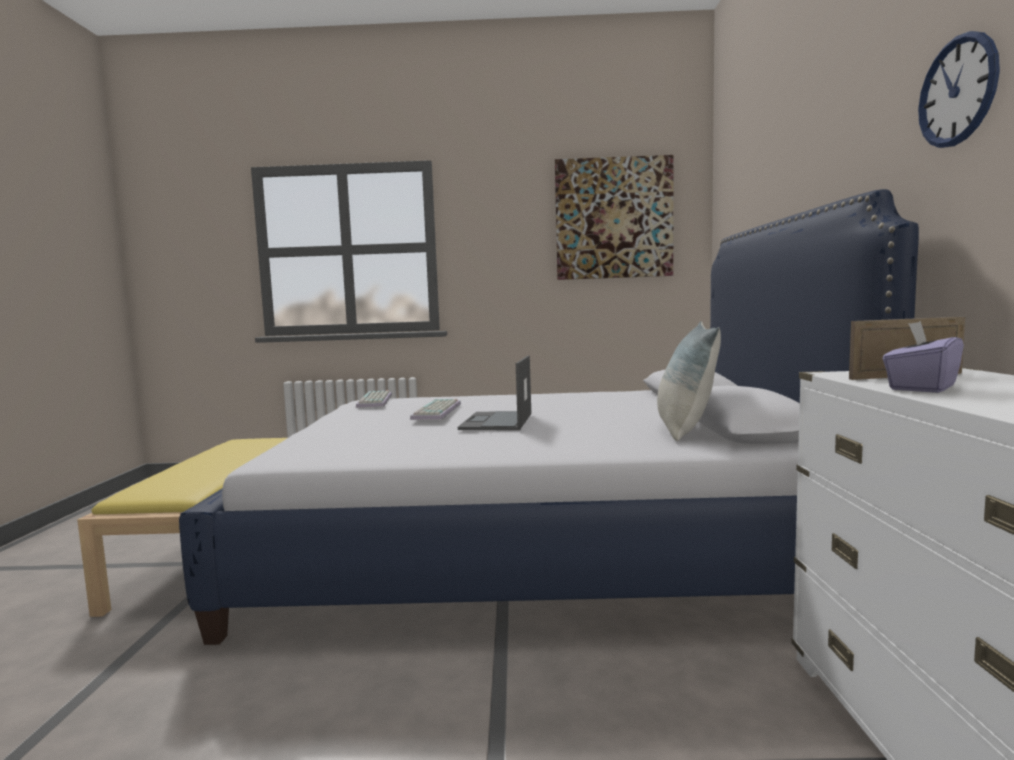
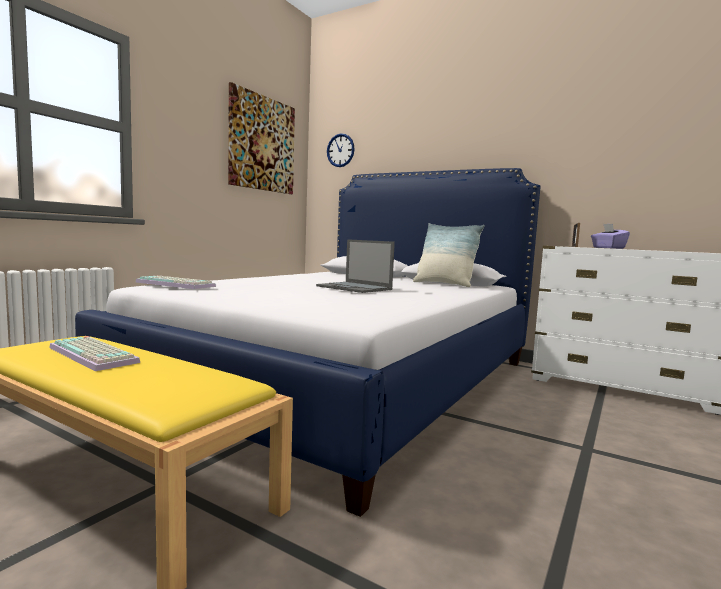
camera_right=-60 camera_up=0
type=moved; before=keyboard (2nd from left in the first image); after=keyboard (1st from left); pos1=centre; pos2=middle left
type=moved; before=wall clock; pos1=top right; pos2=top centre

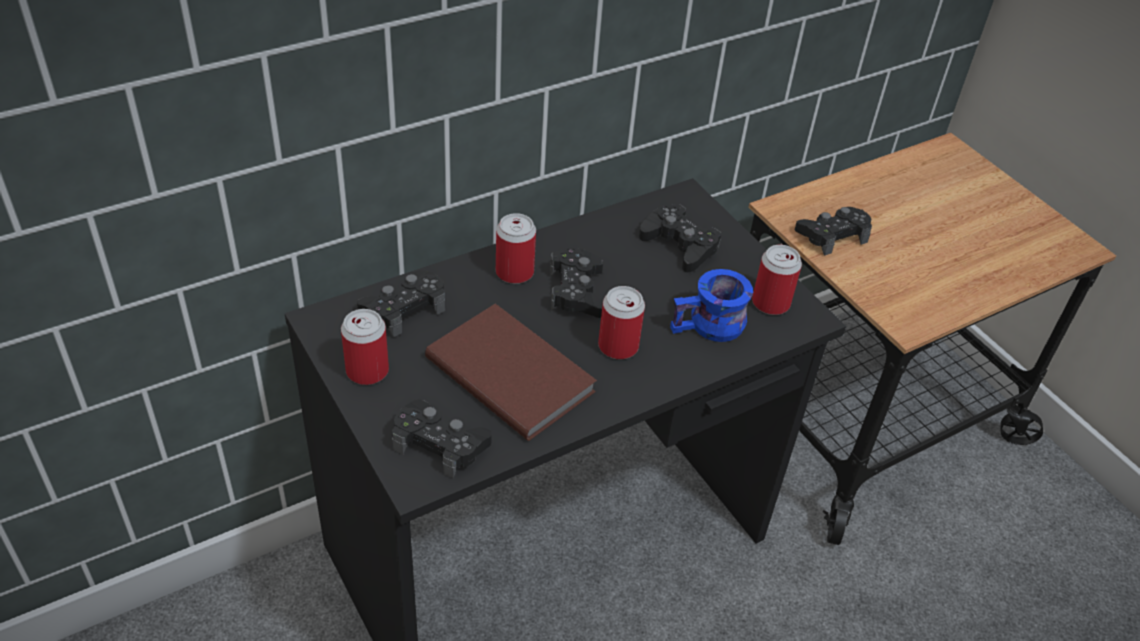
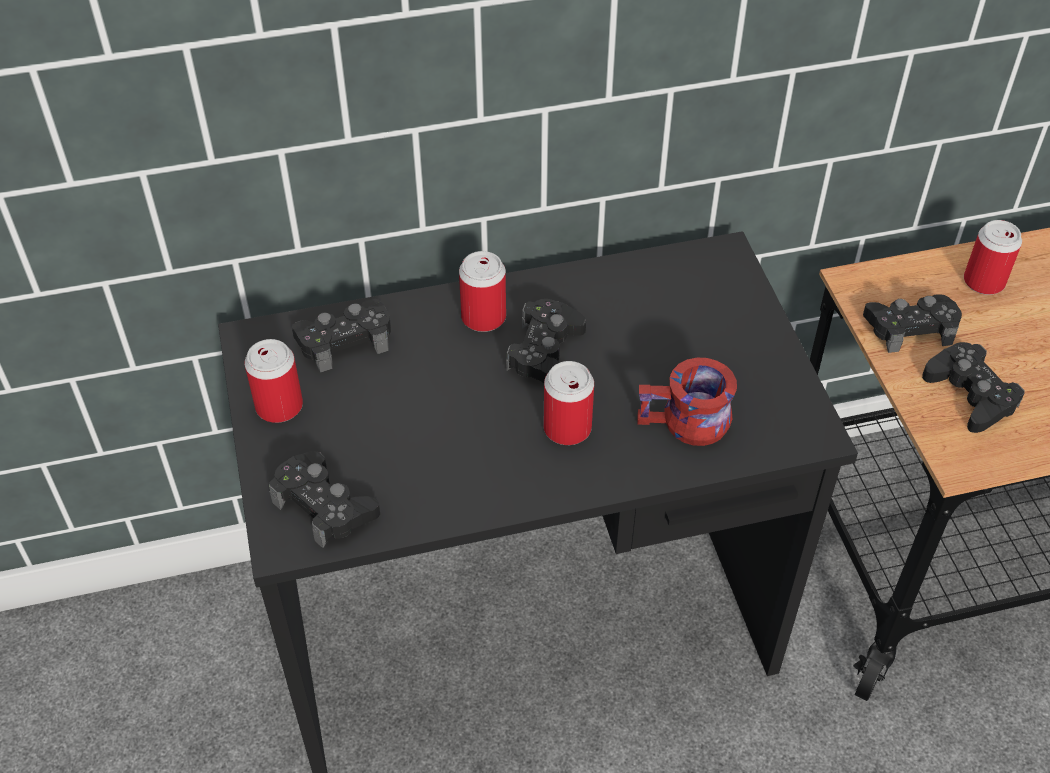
camera_right=20 camera_up=5
type=removed; before=book/brown; pos1=centre
type=moved; before=game controller/black (4th from left in the first image); after=game controller/black (5th from left); pos1=centre; pos2=middle right
type=moved; before=can (4th from left); pos1=middle right; pos2=top right
type=recoloured; before=mug/blue; after=mug/red; pos1=centre; pos2=centre

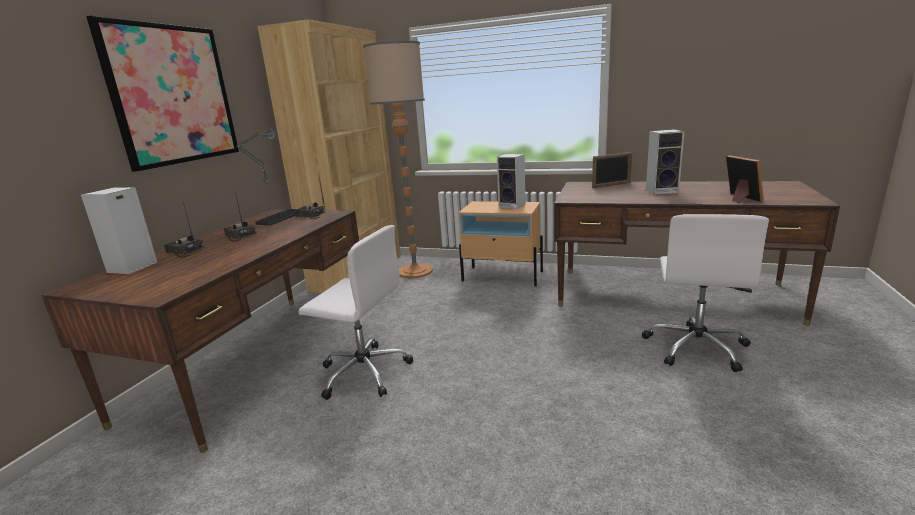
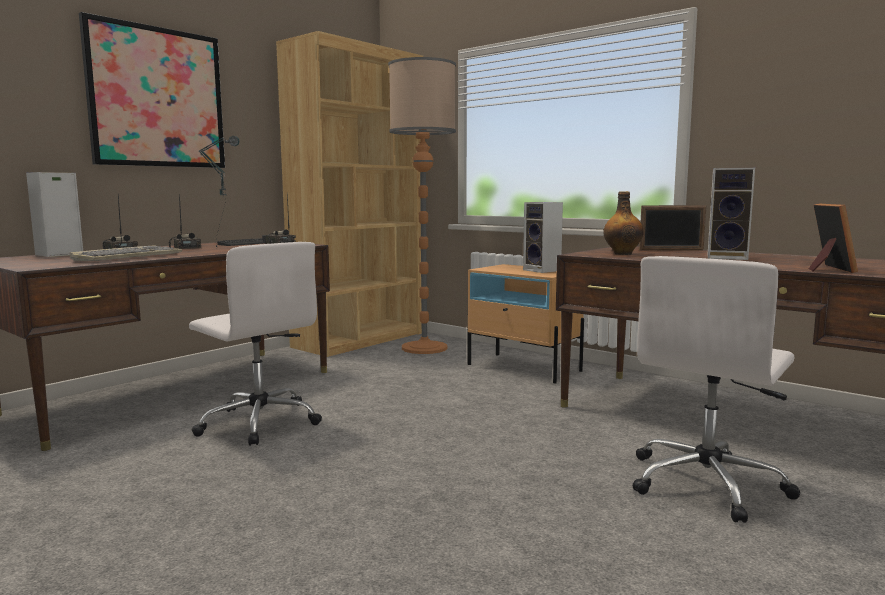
camera_right=20 camera_up=-10
type=added; after=keyboard (1st from left); pos2=middle left
type=added; after=bottle; pos2=middle right

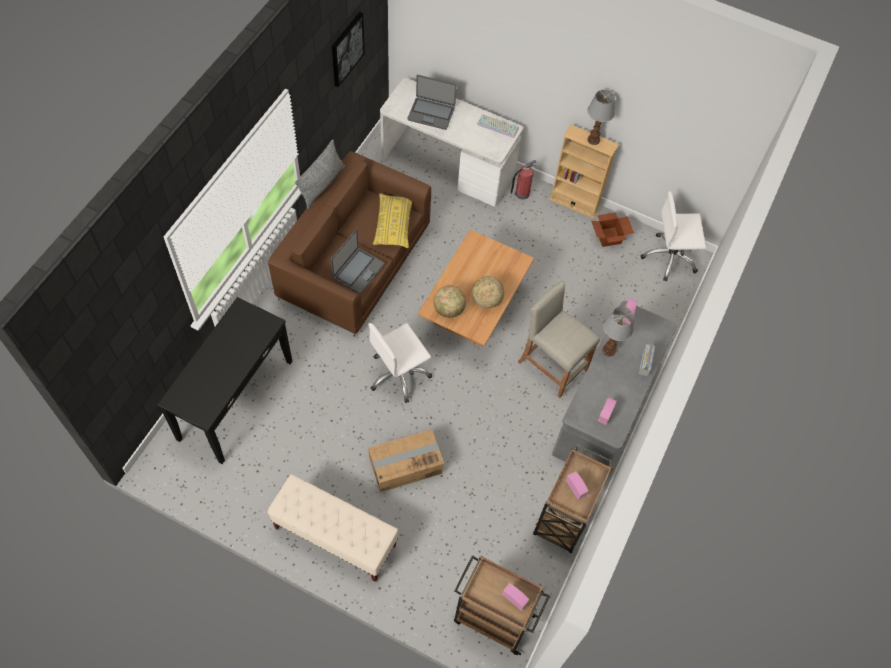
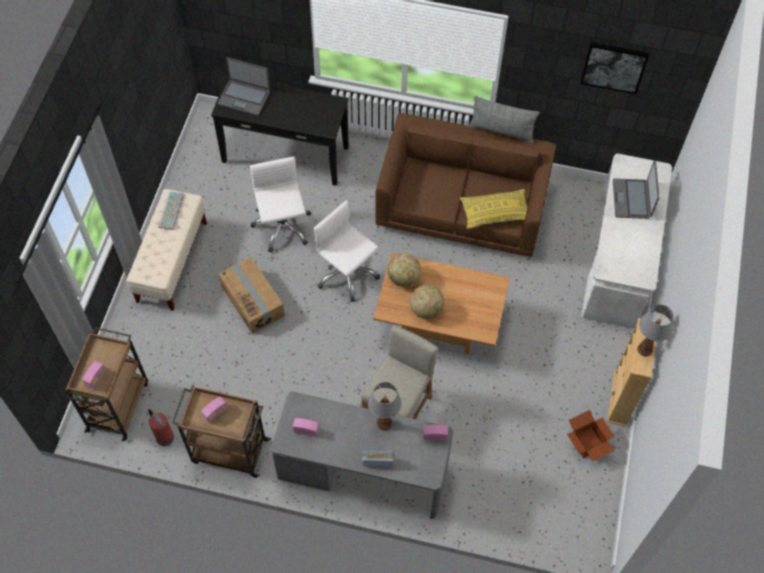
camera_right=80 camera_up=0
type=moved; before=laptop (1st from left); pos1=centre; pos2=top left
type=moved; before=keyboard; pos1=top centre; pos2=middle left
type=moved; before=fire extinguisher; pos1=top centre; pos2=bottom left
type=moved; before=office chair/white (2nd from left in the first image); after=office chair/white (1st from left); pos1=middle right; pos2=centre

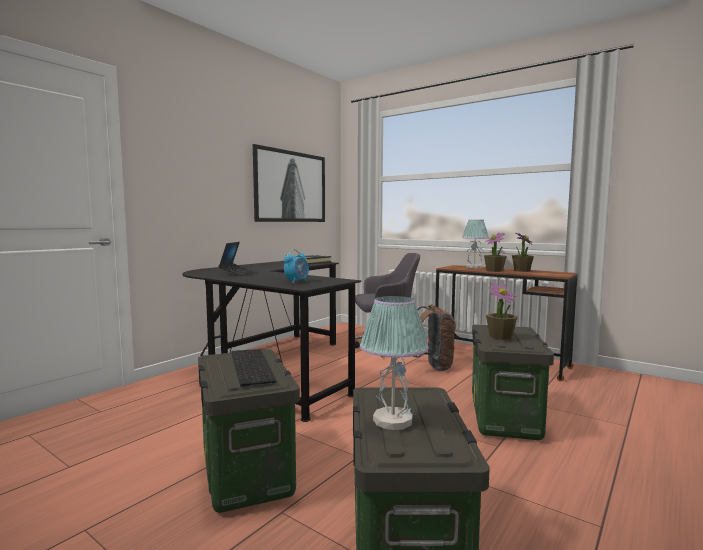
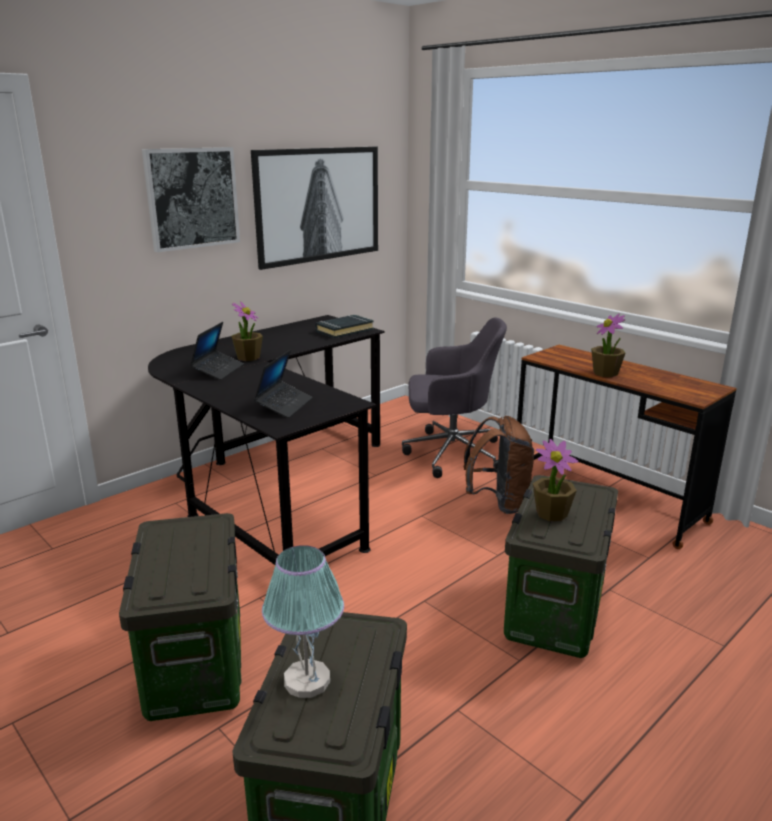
camera_right=10 camera_up=15
type=removed; before=keyboard; pos1=bottom centre
type=removed; before=table lamp (2nd from left); pos1=middle right
type=added; after=picture (1st from left); pos2=top left
type=moved; before=potted plant (3rd from left in the first image); after=potted plant (1st from left); pos1=middle right; pos2=middle left
type=replaced; before=alarm clock; after=laptop (2nd from left); pos1=centre; pos2=centre

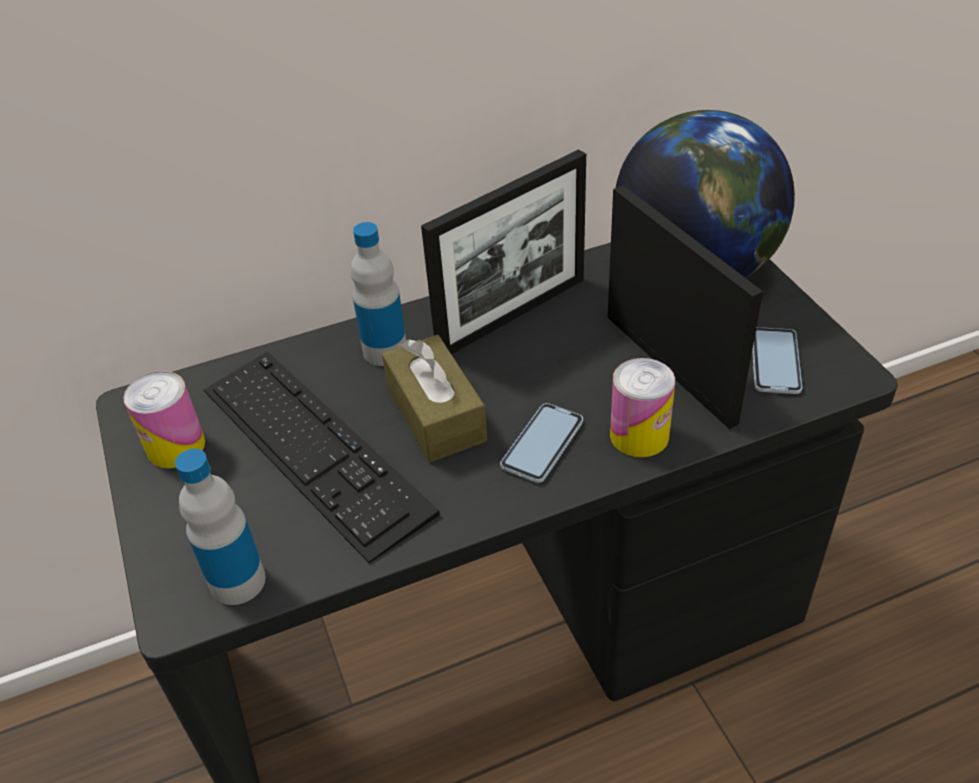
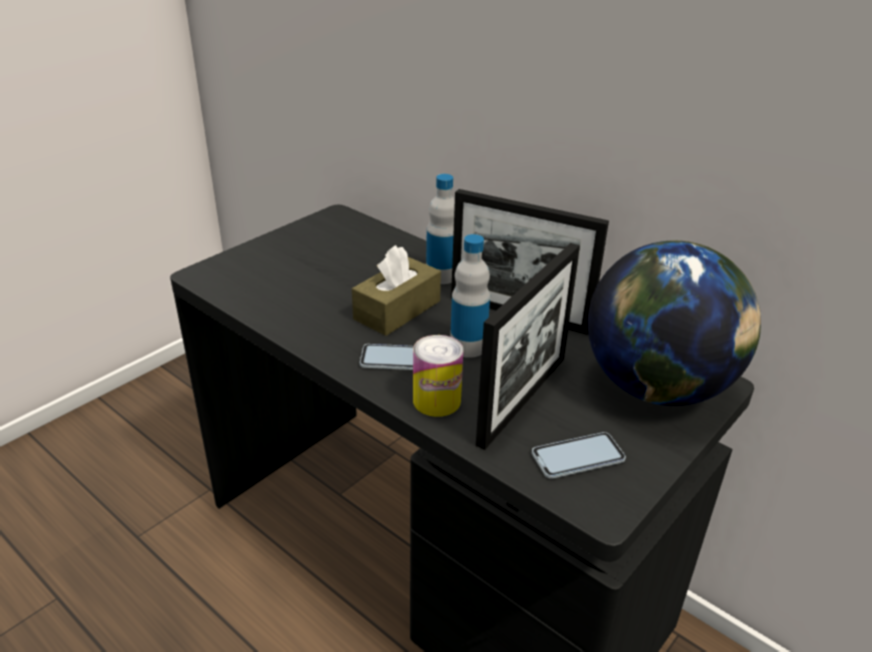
camera_right=60 camera_up=-10
type=removed; before=can (1st from left); pos1=middle left
type=removed; before=keyboard; pos1=middle left
type=moved; before=bottle (1st from left in the first image); after=bottle (2nd from left); pos1=bottom left; pos2=centre

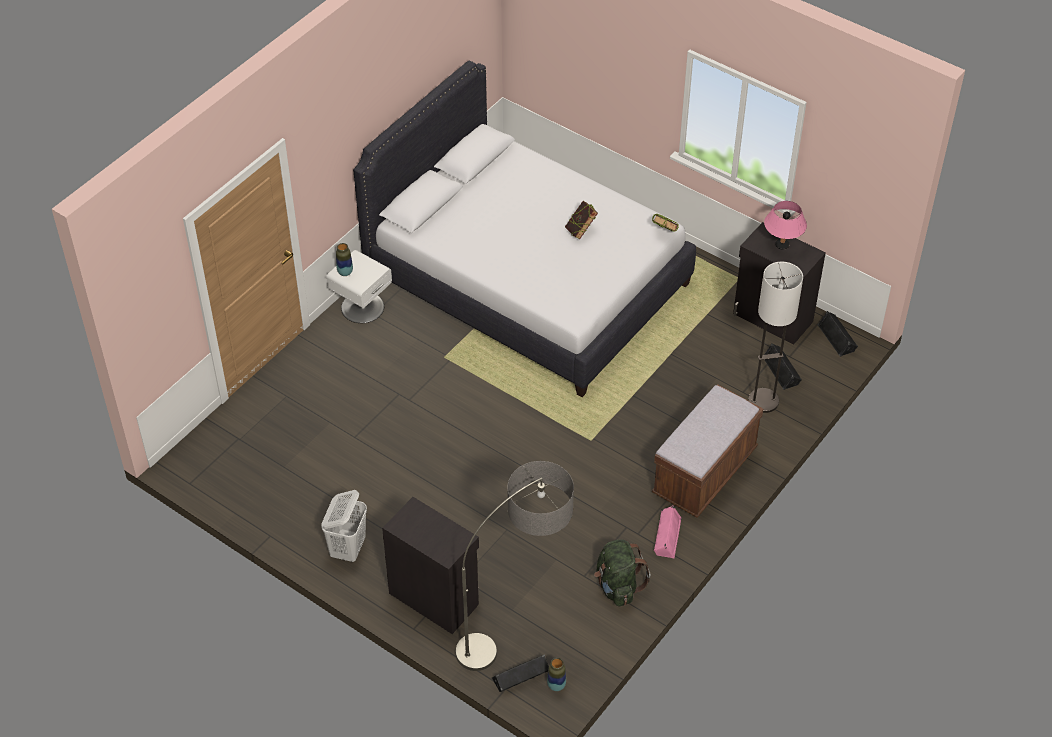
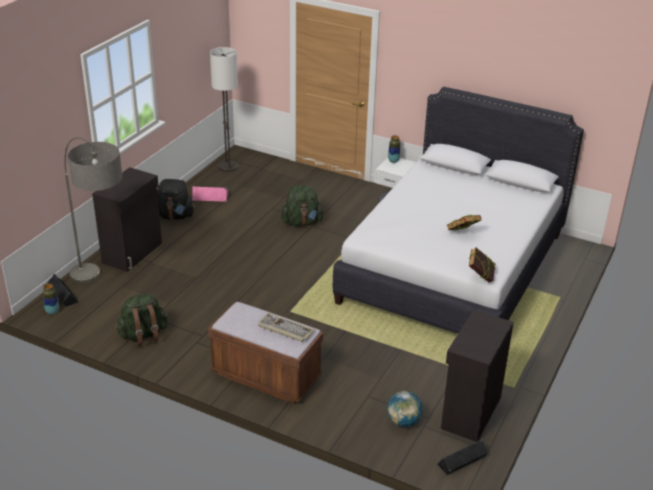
camera_right=80 camera_up=-15
type=removed; before=table lamp/pink; pos1=top right
type=added; after=keyboard; pos2=bottom centre
type=added; after=backpack/green (2nd from left); pos2=centre
type=moved; before=speaker/pink; pos1=bottom centre; pos2=middle left
type=moved; before=floor lamp (2nd from left); pos1=middle right; pos2=top centre
type=replaced; before=laundry basket/white; after=backpack/black; pos1=bottom left; pos2=middle left
type=replaced; before=speaker/black (2nd from left); after=globe; pos1=middle right; pos2=bottom centre

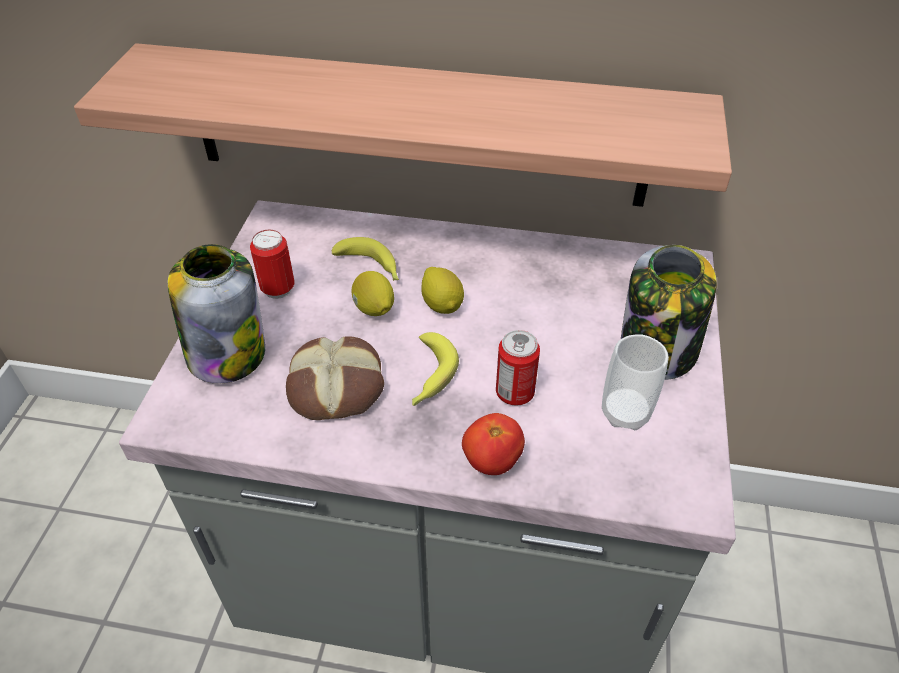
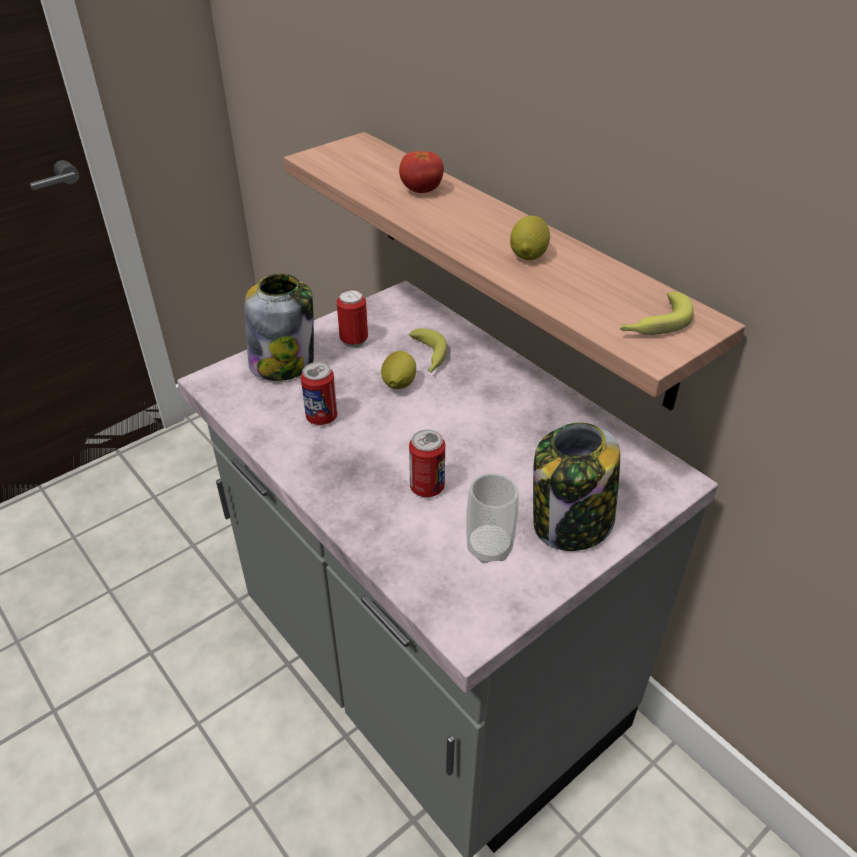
camera_right=40 camera_up=-5
type=moved; before=banana (2nd from left); pos1=centre; pos2=middle right
type=moved; before=lemon (2nd from left); pos1=centre; pos2=top centre
type=moved; before=tomato; pos1=centre; pos2=top centre
type=replaced; before=bread; after=can (1st from left); pos1=centre; pos2=centre

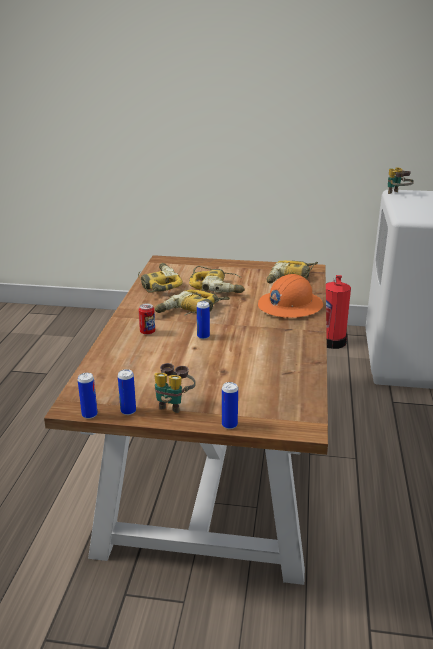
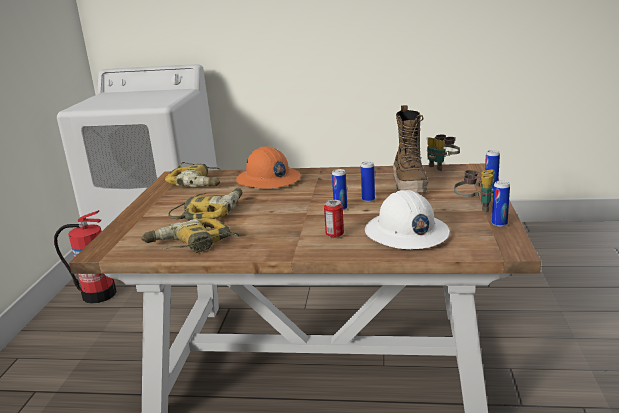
camera_right=-90 camera_up=-5
type=removed; before=power drill (2nd from left); pos1=centre
type=added; after=hard hat/white; pos2=centre
type=added; after=boot; pos2=centre
type=moved; before=can (1st from left in the first image); after=can (3rd from left); pos1=middle left; pos2=centre
type=moved; before=binoculars (2nd from left in the first image); after=binoculars (1st from left); pos1=top right; pos2=middle right

